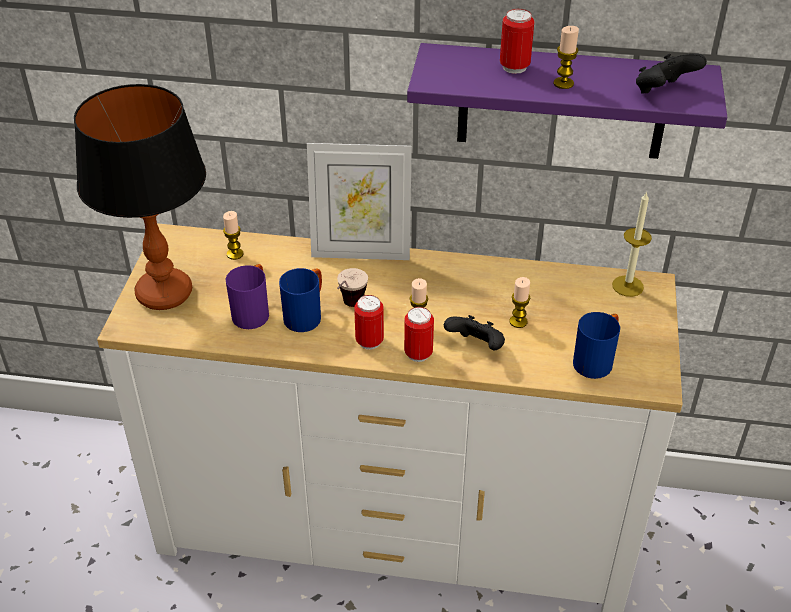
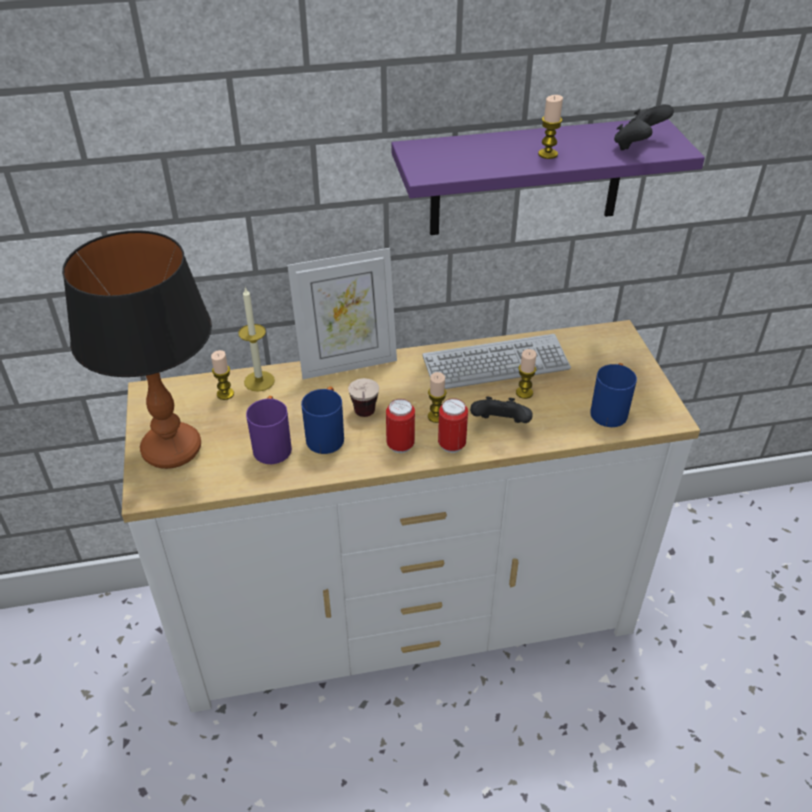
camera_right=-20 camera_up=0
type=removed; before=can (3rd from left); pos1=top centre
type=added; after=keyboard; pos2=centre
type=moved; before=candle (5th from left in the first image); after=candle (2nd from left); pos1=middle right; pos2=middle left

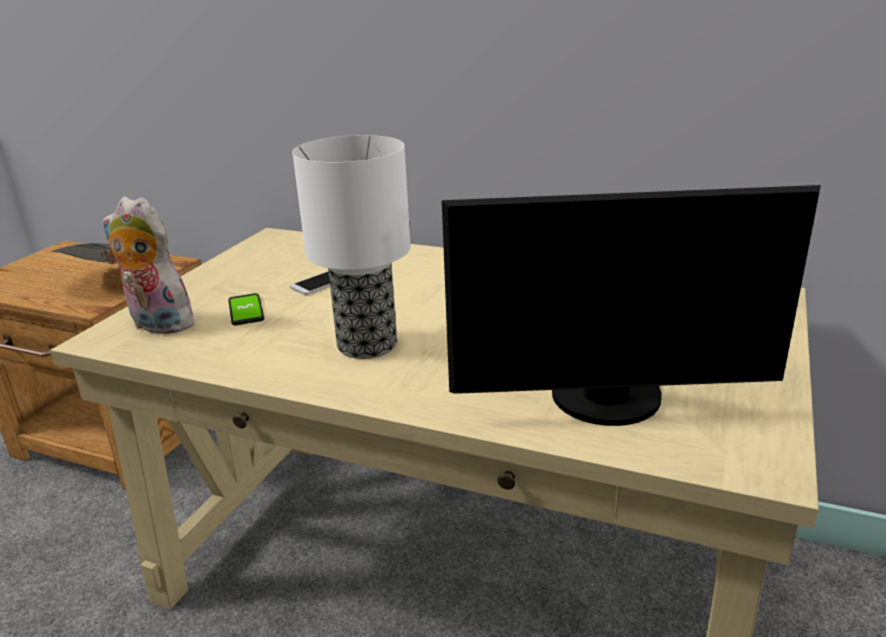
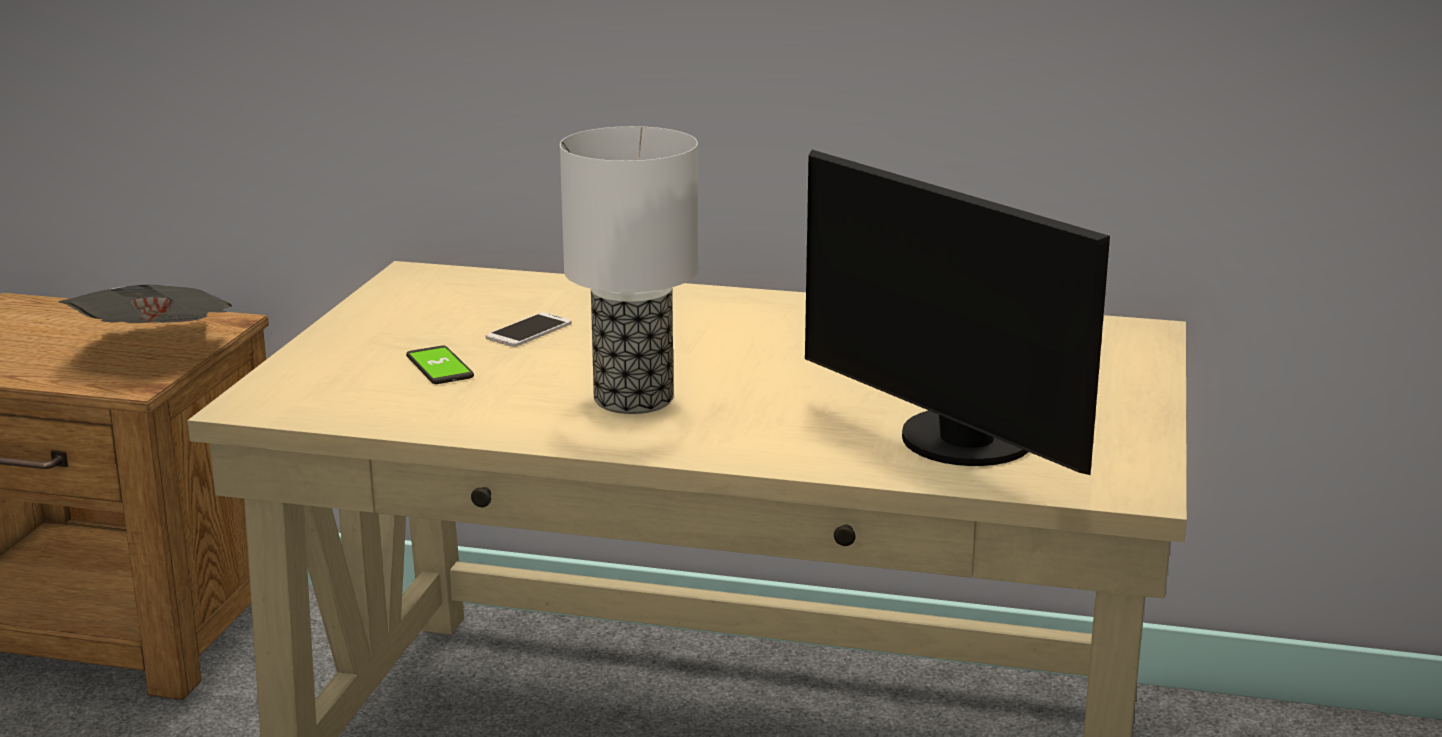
camera_right=-10 camera_up=-5
type=removed; before=plush toy; pos1=middle left
type=turned; before=monitor; pos1=middle right; pos2=centre; turn=60

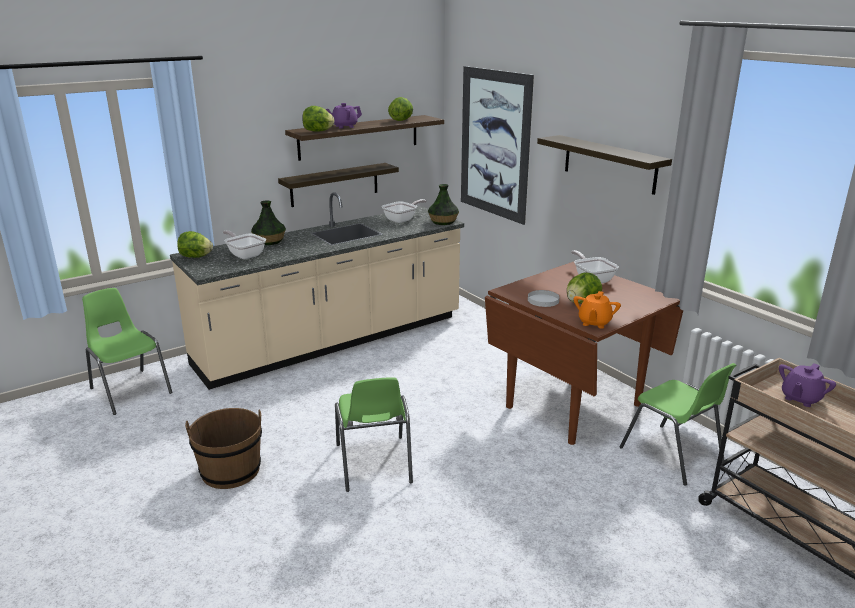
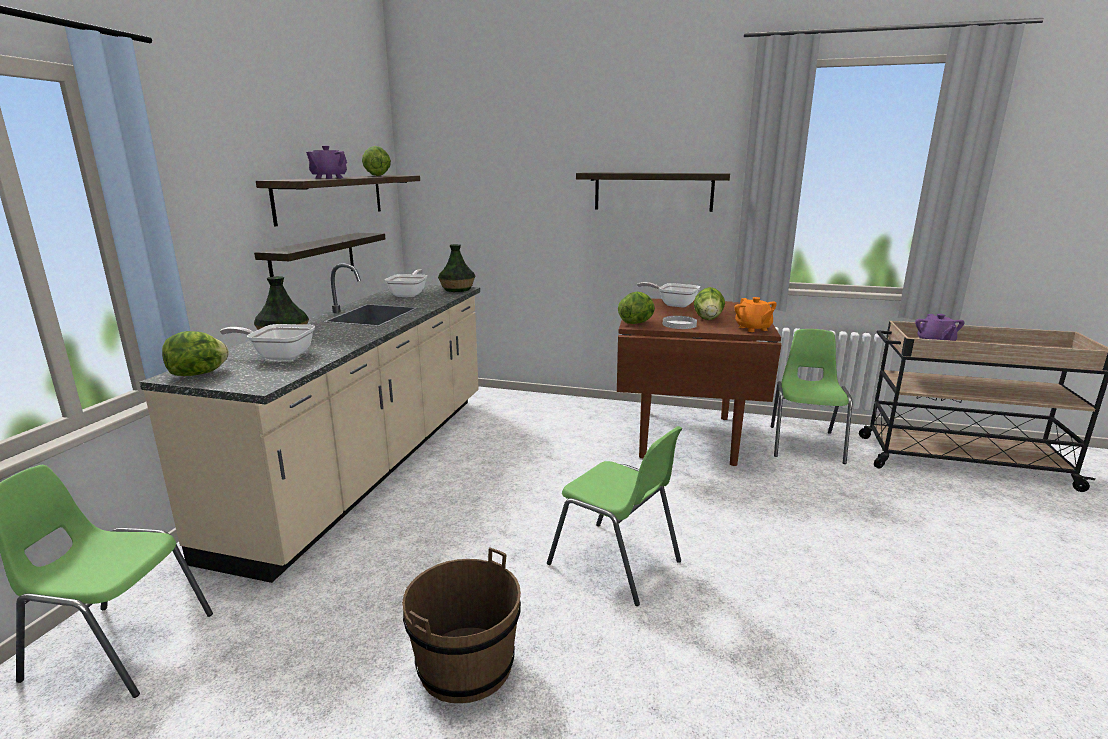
camera_right=-40 camera_up=-5
type=removed; before=picture; pos1=top centre
type=moved; before=lettuce (2nd from left in the first image); after=lettuce (3rd from left); pos1=top centre; pos2=centre
type=turned; before=chair/green (3rd from left); pos1=bottom right; pos2=middle right; turn=-90

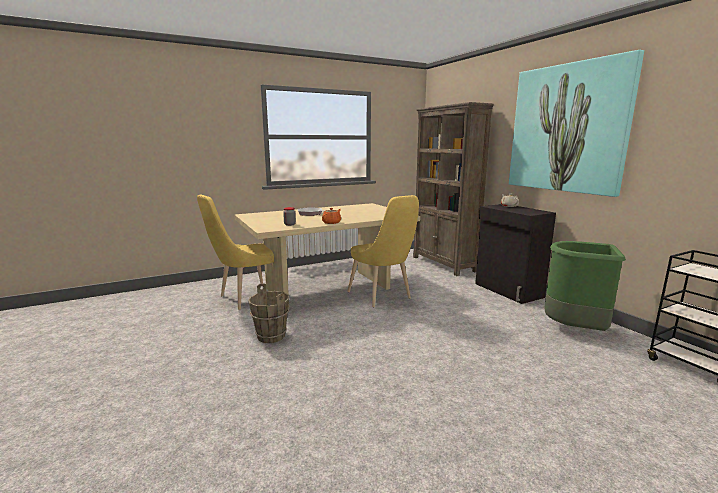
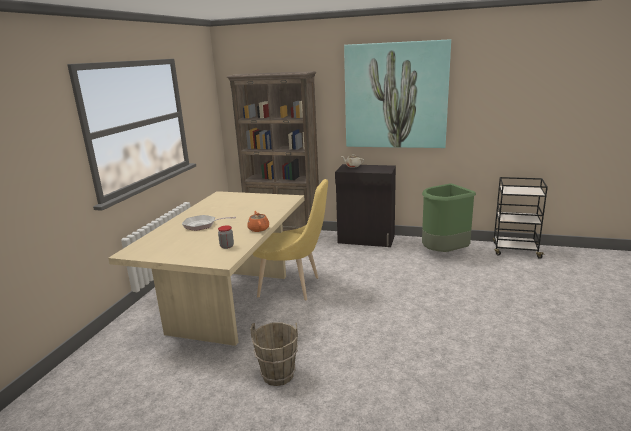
camera_right=-45 camera_up=5
type=removed; before=chair/yellow (1st from left); pos1=middle left

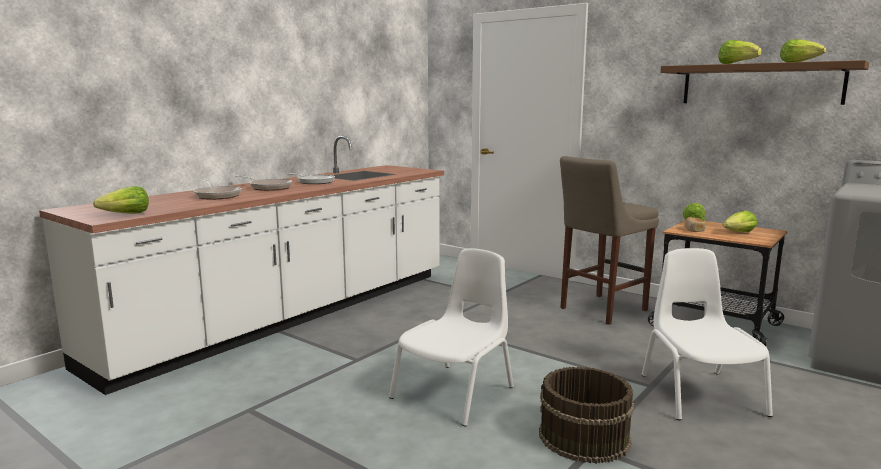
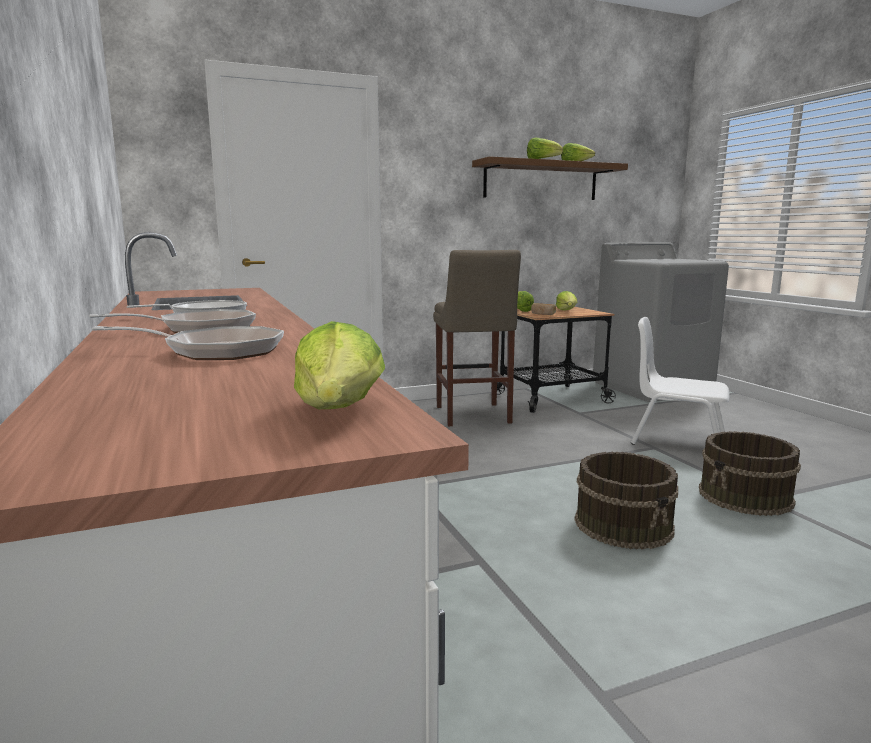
camera_right=-60 camera_up=0
type=replaced; before=chair/white (1st from left); after=bucket/brown (1st from left); pos1=bottom centre; pos2=bottom right

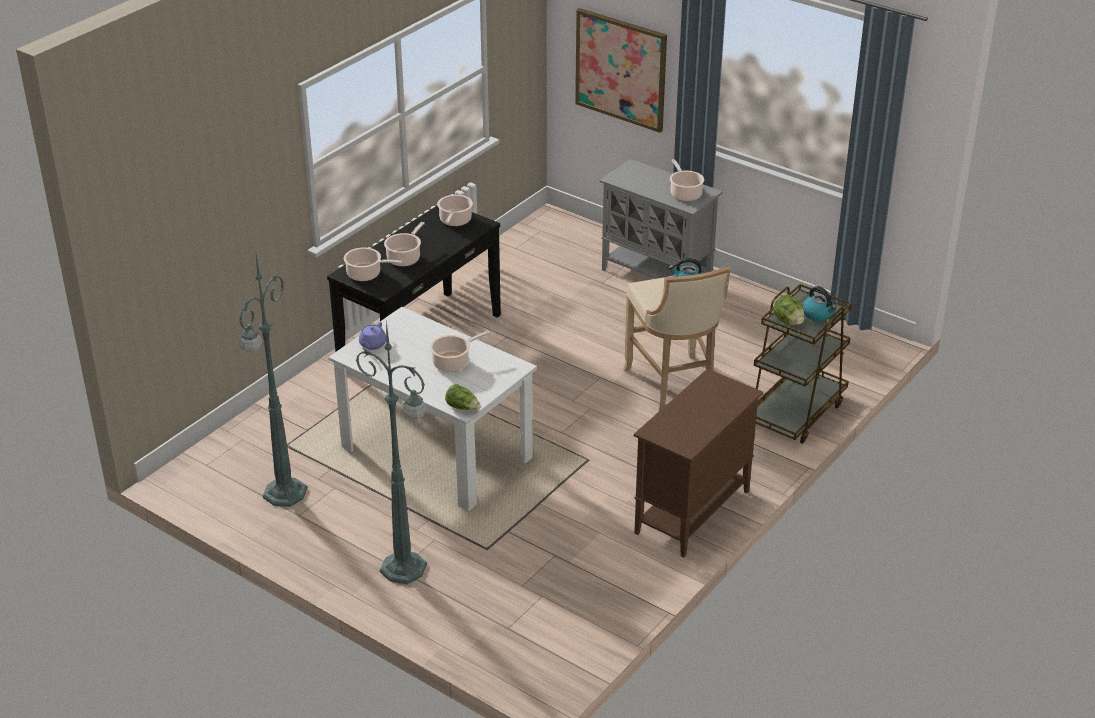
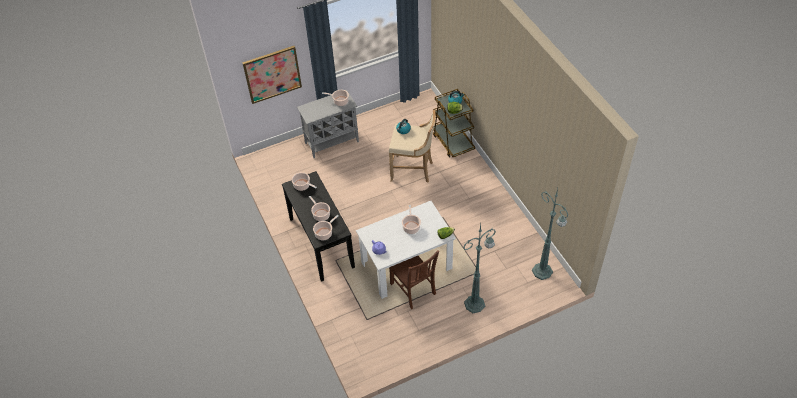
camera_right=-60 camera_up=15
type=removed; before=cabinet/brown; pos1=centre
type=added; after=chair/brown; pos2=bottom centre
type=moved; before=floor lamp/green (1st from left in the first image); after=floor lamp/green (2nd from left); pos1=middle left; pos2=middle right

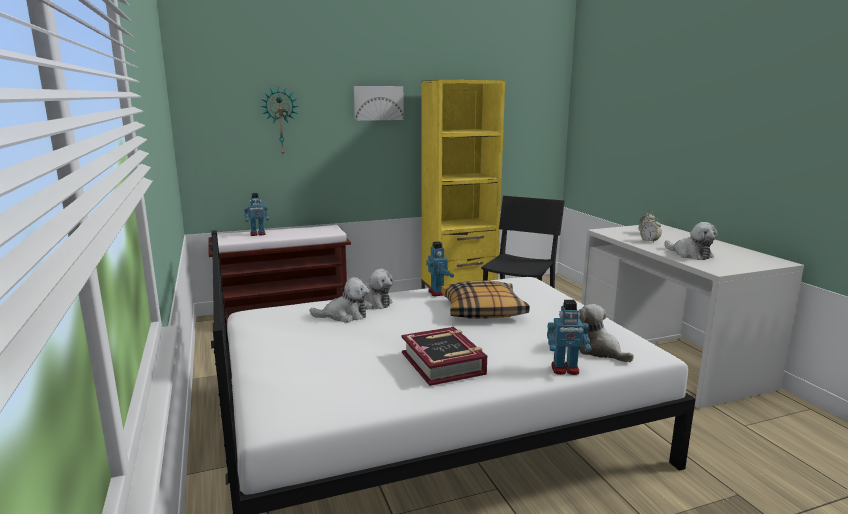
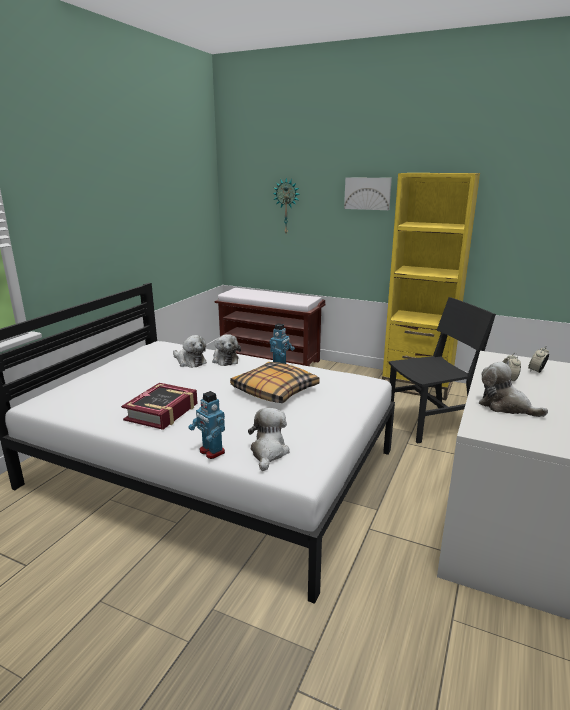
camera_right=45 camera_up=5
type=removed; before=toy robot (1st from left); pos1=middle left
type=turned; before=plush toy (4th from left); pos1=middle right; pos2=middle right; turn=120

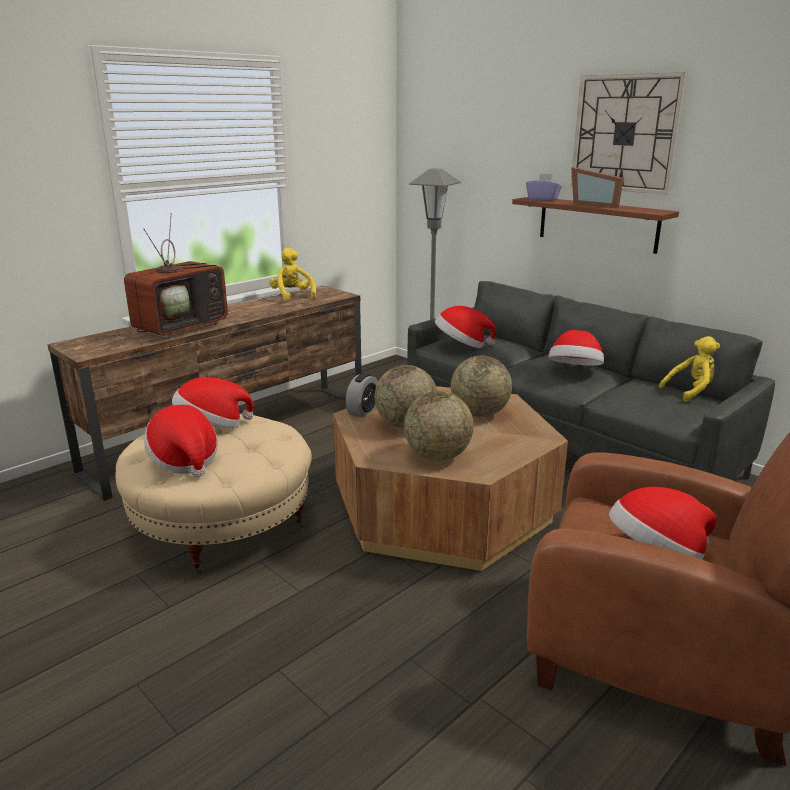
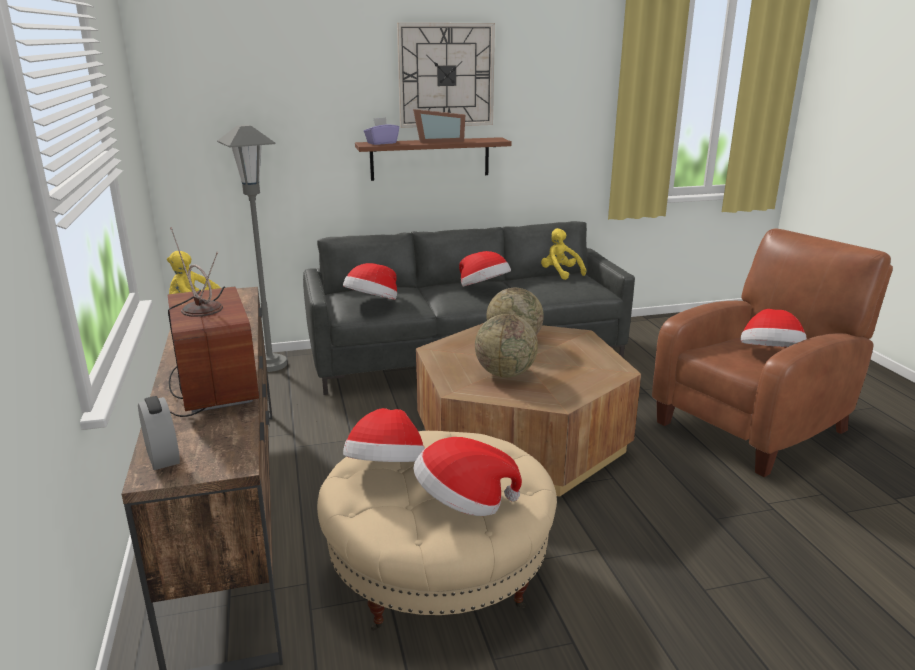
camera_right=-60 camera_up=0
type=removed; before=globe (2nd from left); pos1=centre
type=moved; before=alarm clock; pos1=centre; pos2=middle left
type=turned; before=plush toy/yellow (2nd from left); pos1=middle right; pos2=centre; turn=-45

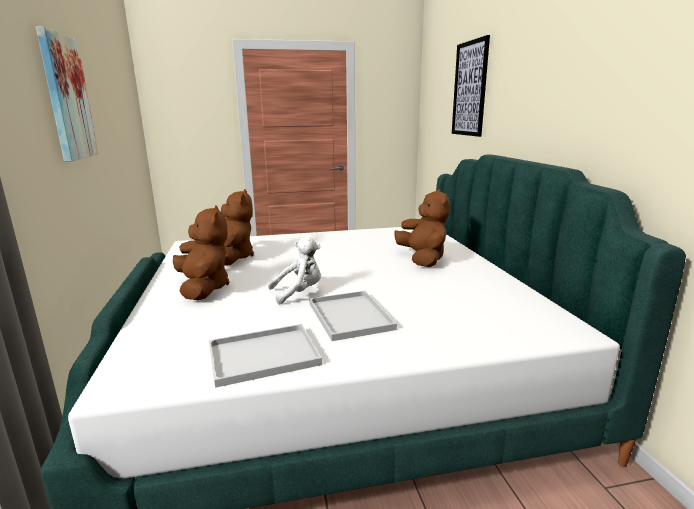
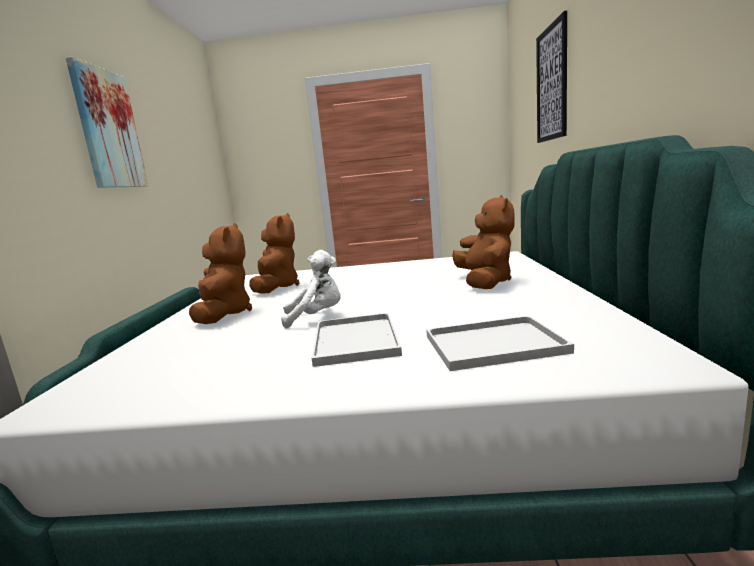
camera_right=15 camera_up=-5
type=moved; before=tray/white (1st from left in the first image); after=tray/white (2nd from left); pos1=bottom centre; pos2=centre

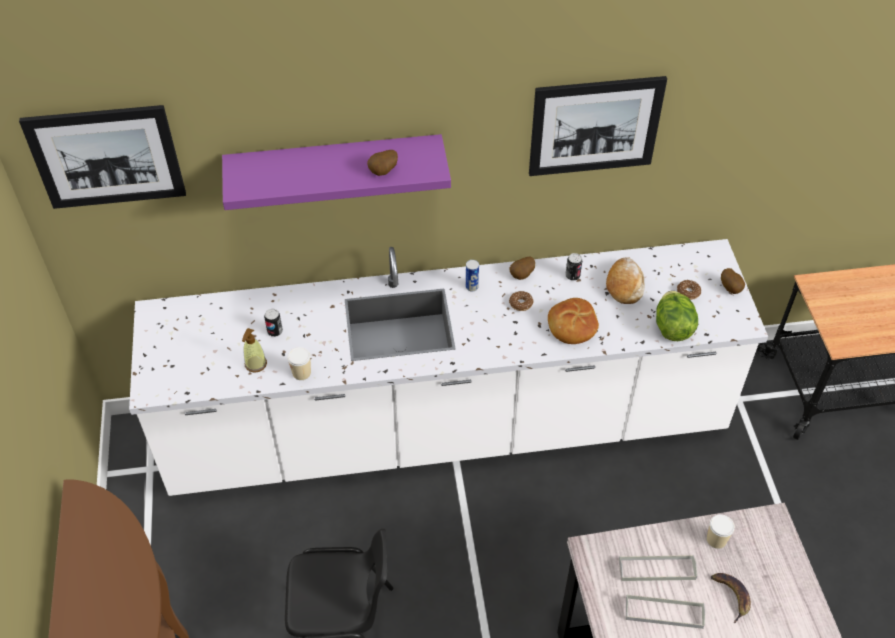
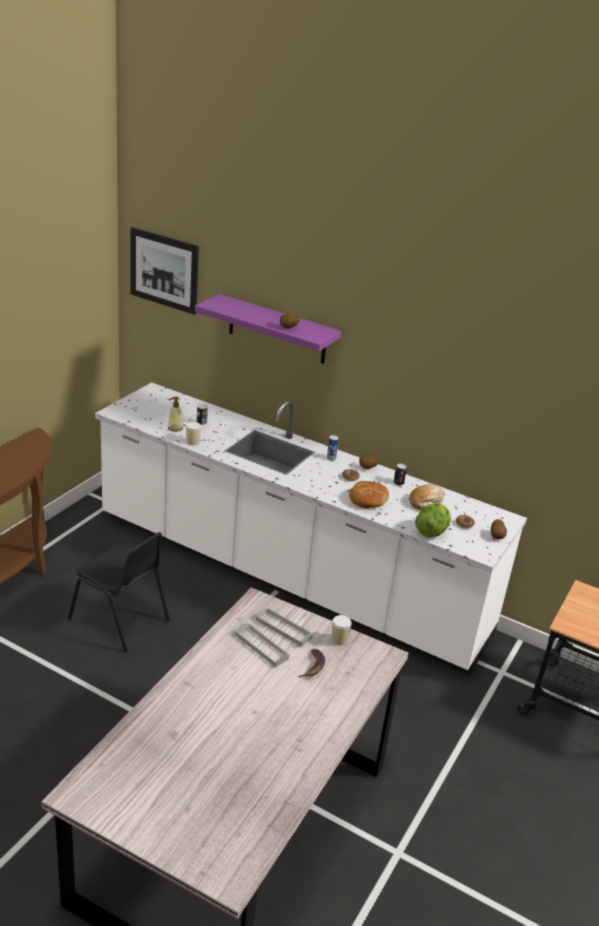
camera_right=35 camera_up=-20
type=removed; before=picture (2nd from left); pos1=top right

